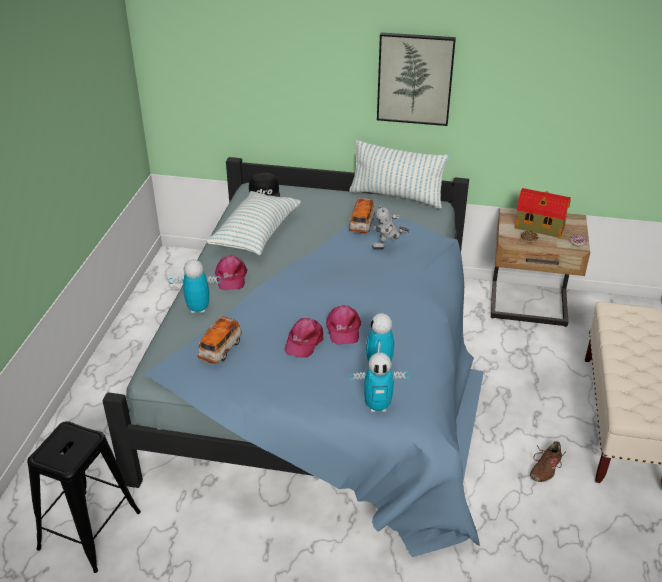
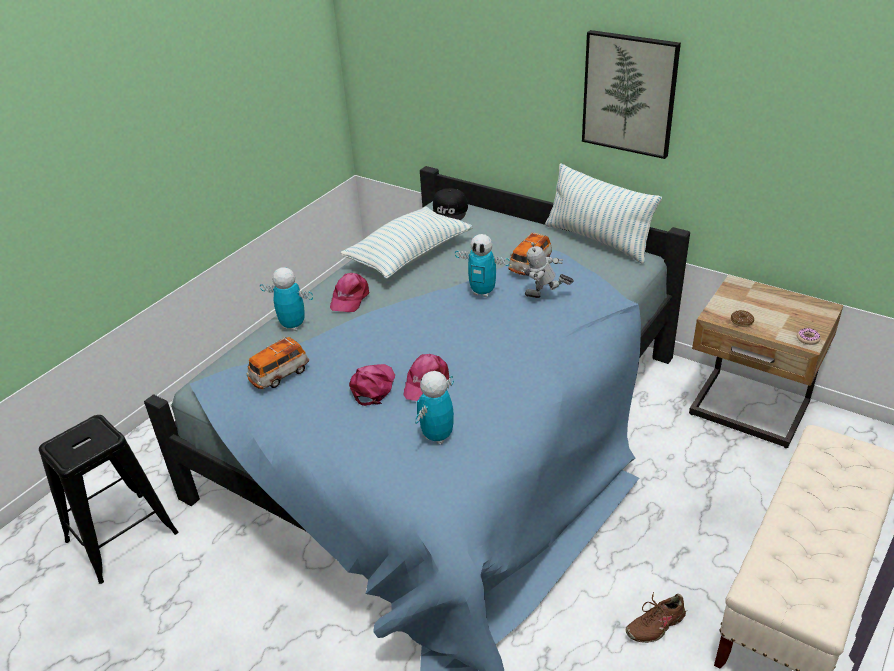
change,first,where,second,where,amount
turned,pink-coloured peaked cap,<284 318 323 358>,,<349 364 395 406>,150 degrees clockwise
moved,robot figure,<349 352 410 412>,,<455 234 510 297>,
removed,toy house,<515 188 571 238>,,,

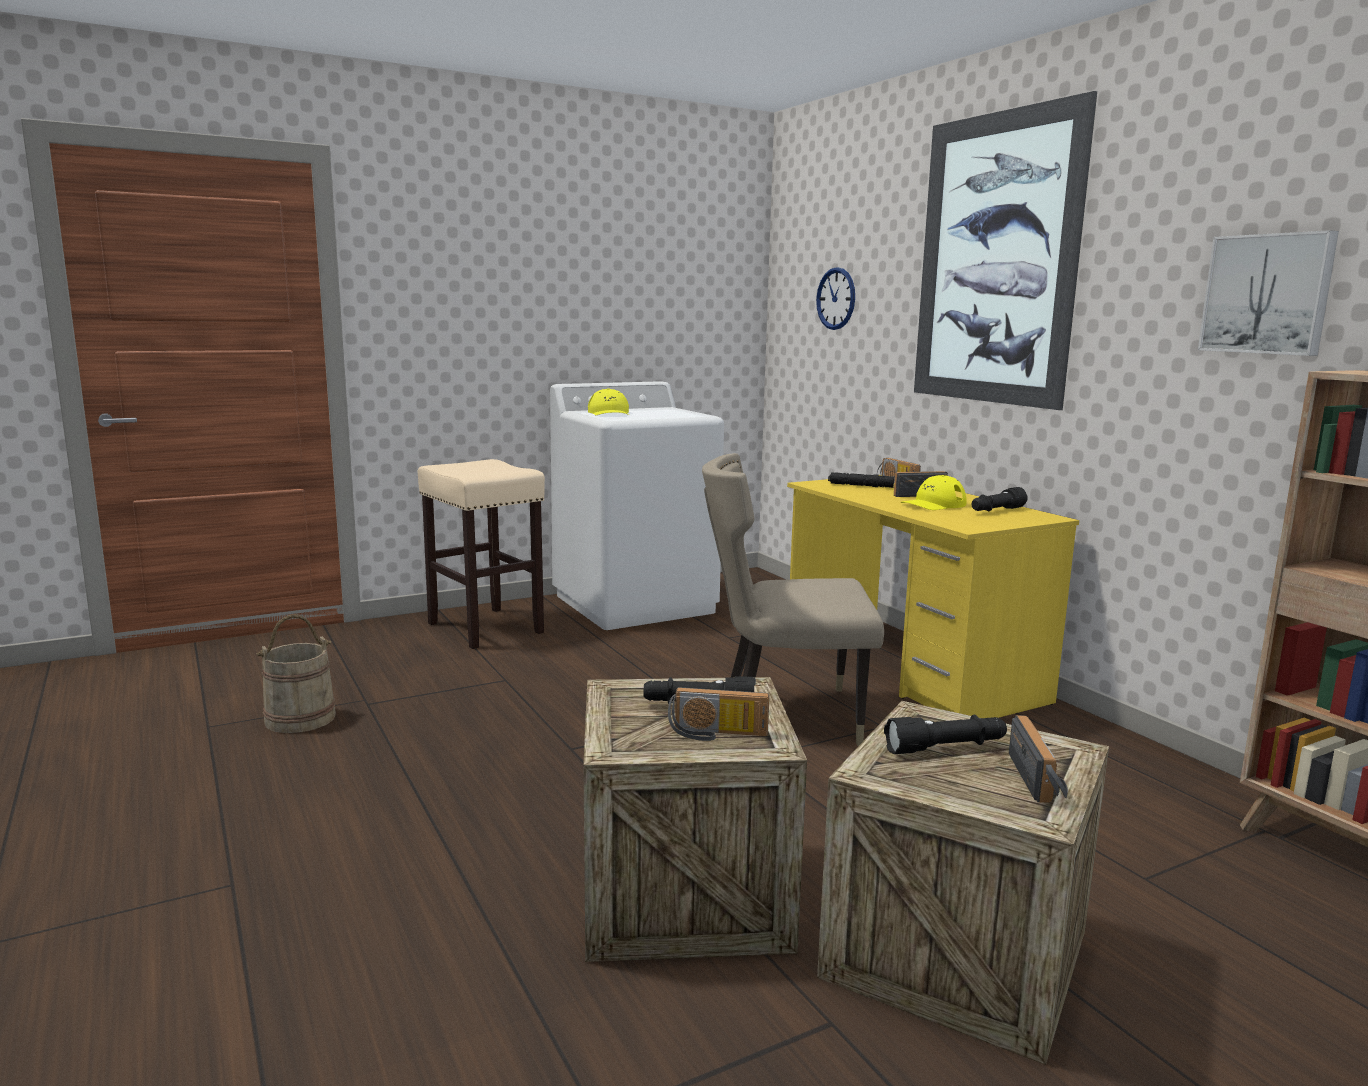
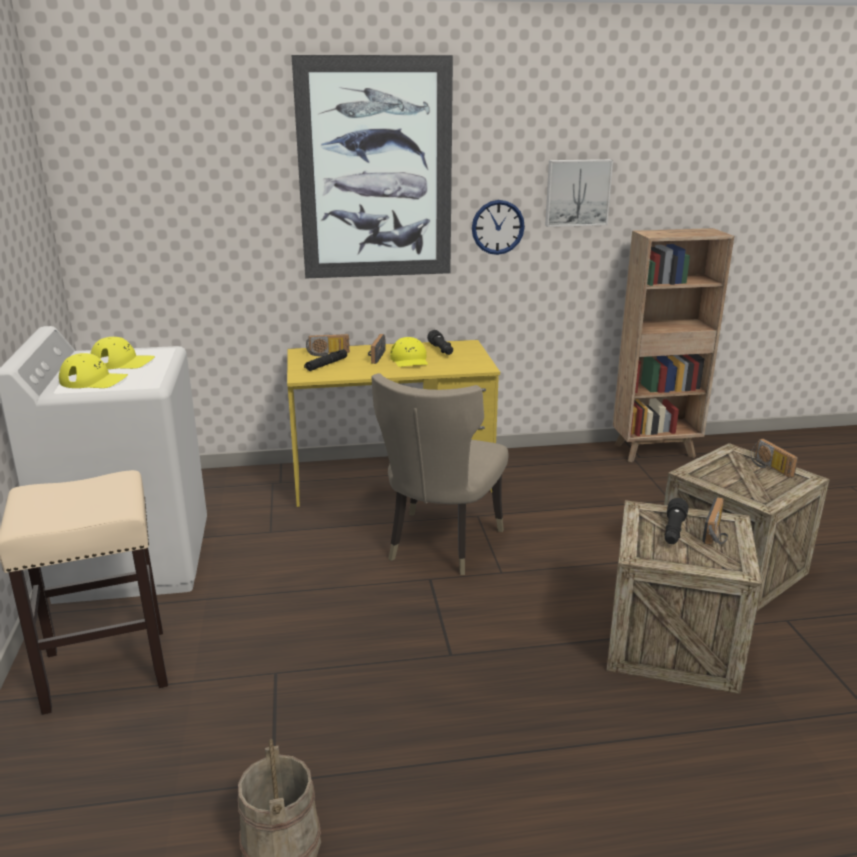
change,first,where,second,where,amount
added,,,yellowish peaked cap,<90 337 155 369>,
moved,hanging clock,<816 267 855 330>,,<472 200 525 255>,
turned,radio receiver,<1009 715 1068 803>,,<751 439 798 478>,135 degrees counterclockwise
removed,black torch,<884 715 1007 754>,,,

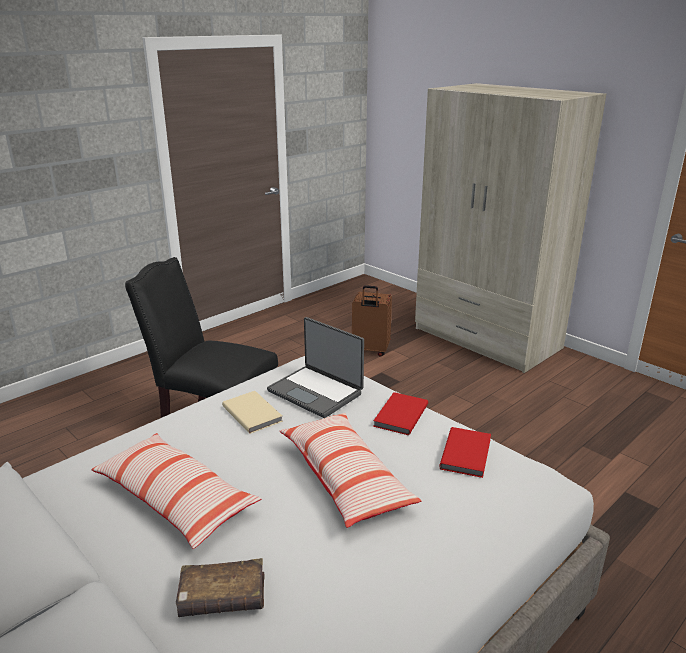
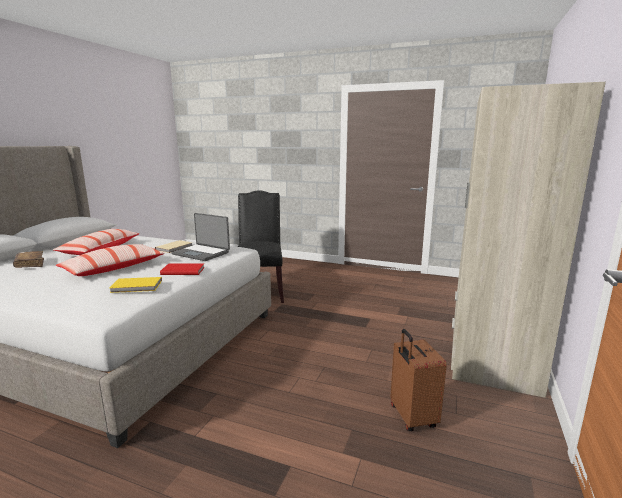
change,first,where,second,where,amount
recoloured,red-coloured book,<439 427 491 478>,yellowish book,<110 277 162 293>,
turned,laptop,<267 317 364 418>,,<172 213 230 261>,75 degrees counterclockwise
moved,brown-coloured suitcase,<352 285 392 357>,,<390 329 447 431>,

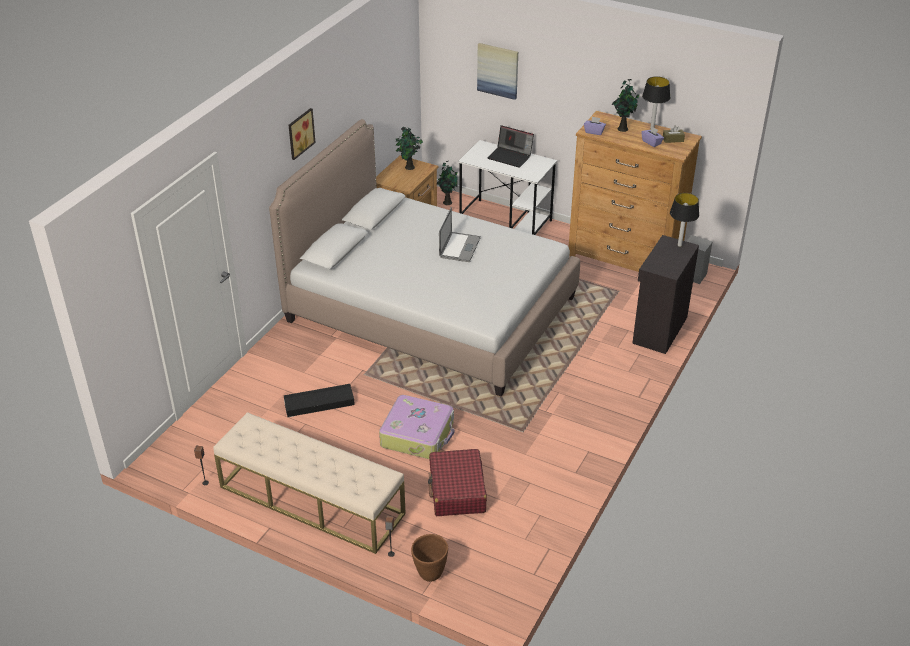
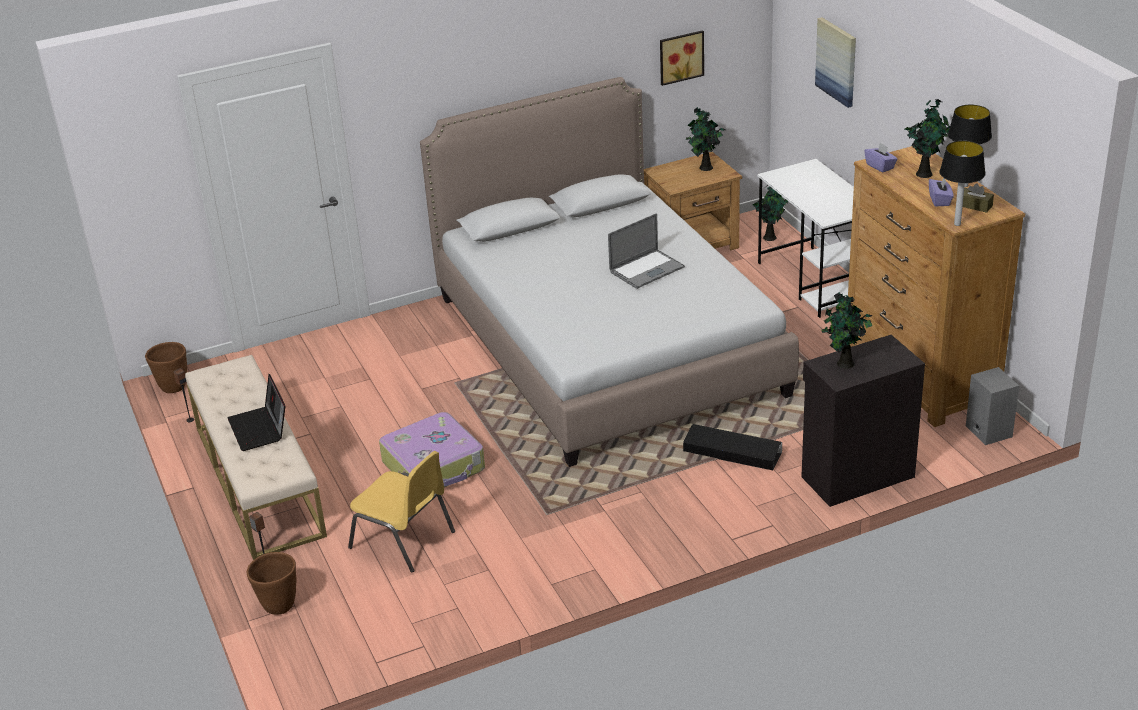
change,first,where,second,where,amount
added,,,brown-coloured plant pot,<145 342 187 393>,
moved,laptop,<487 125 534 168>,,<227 374 285 451>,
replaced,red-coloured suitcase,<428 449 487 516>,yellowish plain chair,<348 451 455 572>,
moved,picture,<288 108 316 160>,,<660 30 704 86>,
moved,black storage box,<283 384 355 417>,,<683 424 782 470>,
added,,,plant in a pot,<821 292 872 369>,
moved,table lamp,<670 193 699 247>,,<939 141 986 226>,

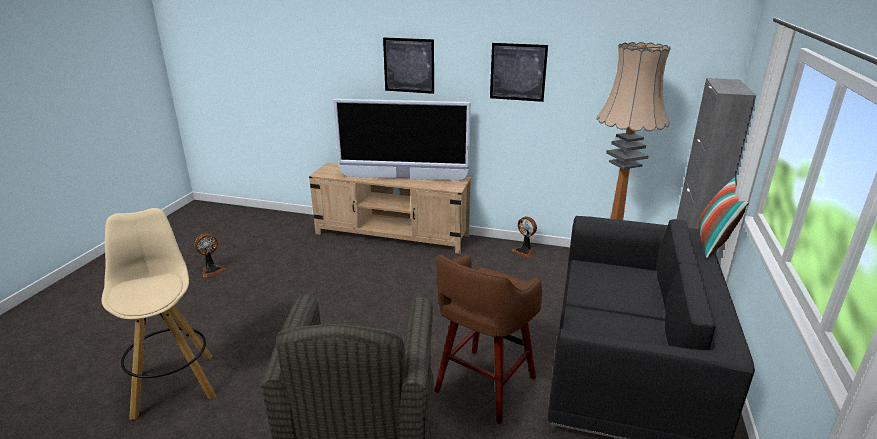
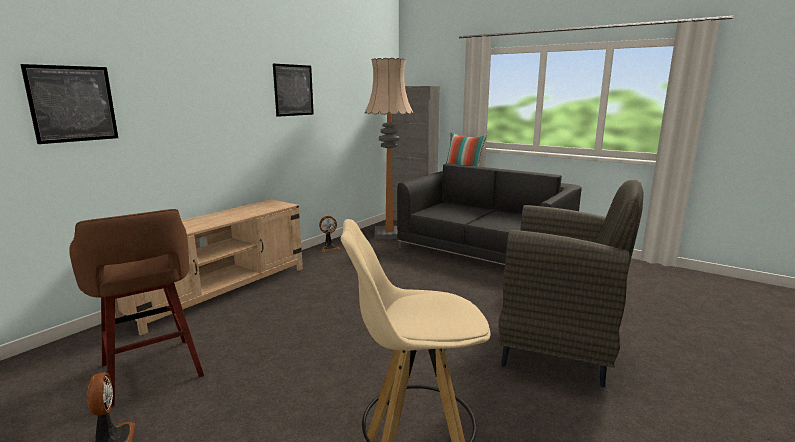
change,first,where,second,where,amount
moved,picture,<383 37 434 94>,,<20 64 118 144>,
moved,brown-coloured stool seat,<434 254 543 424>,,<69 209 204 407>,
removed,TV,<333 99 471 181>,,,

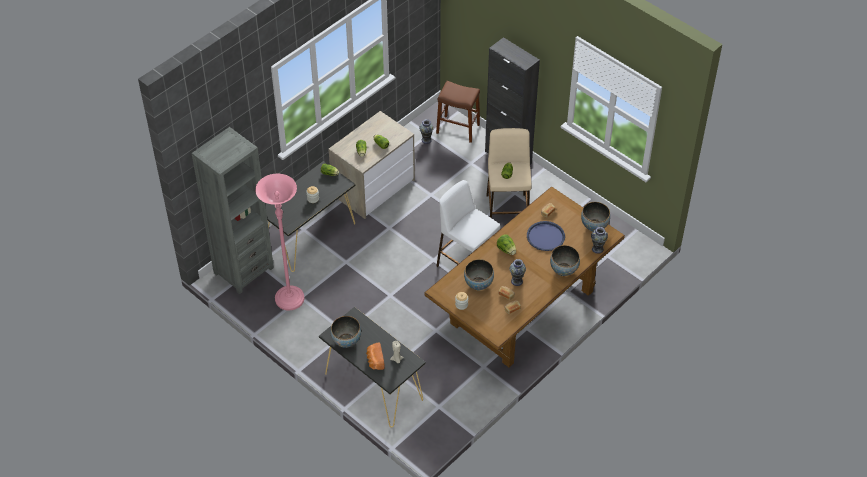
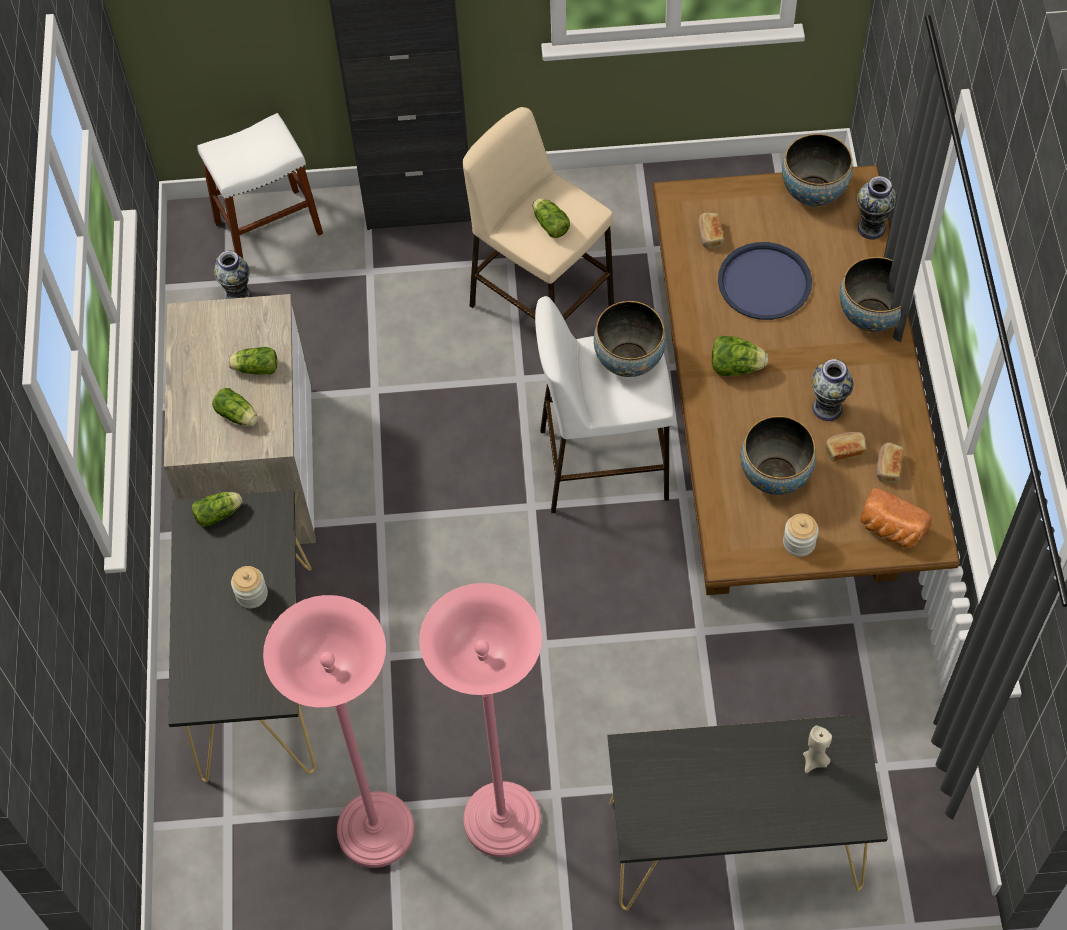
change,first,where,second,where,amount
recoloured,brown-coloured stool seat,<436 81 480 143>,white-coloured stool seat,<197 113 323 258>,
added,,,pink-coloured standard lamp,<419 583 542 858>,
moved,deep dish,<330 316 361 348>,,<594 301 666 377>,
moved,bread,<366 343 385 370>,,<861 488 932 548>,
removed,grey shelving unit,<191 127 274 294>,,,

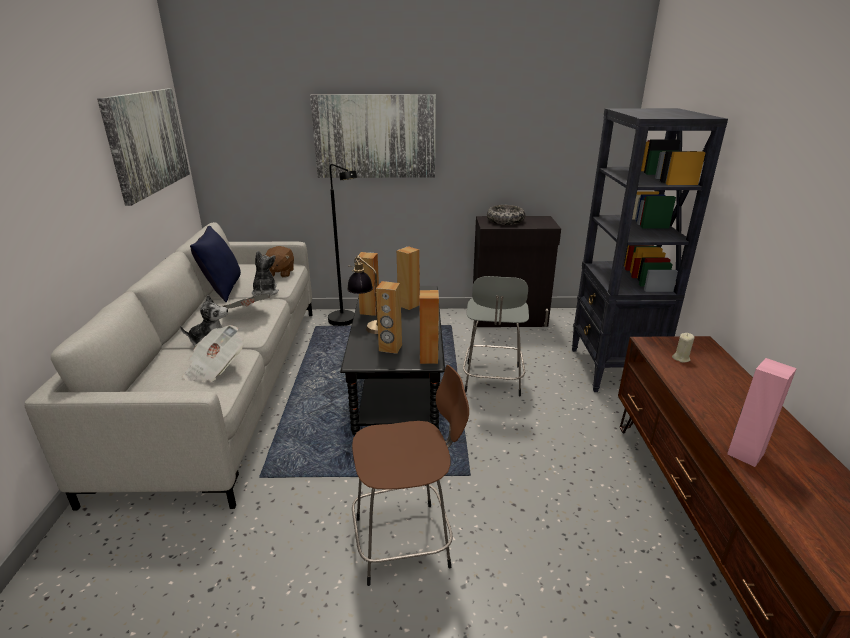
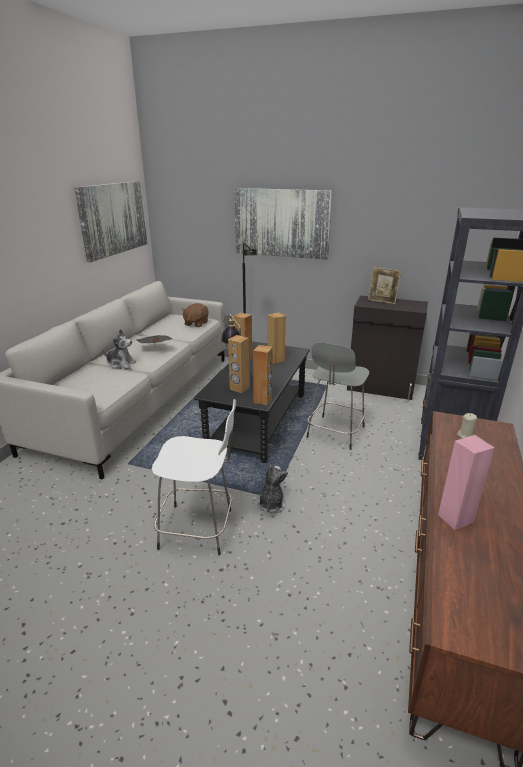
change,first,where,second,where,amount
recoloured,brown-coloured stool seat,<352 365 469 586>,white-coloured stool seat,<152 399 236 555>,
moved,plush toy,<252 251 279 296>,,<257 464 288 513>,
replaced,deep dish,<487 205 525 225>,photo frame,<368 267 401 304>,
removed,newspaper,<183 325 244 382>,,,
removed,blue-coloured cushion,<190 226 241 302>,,,

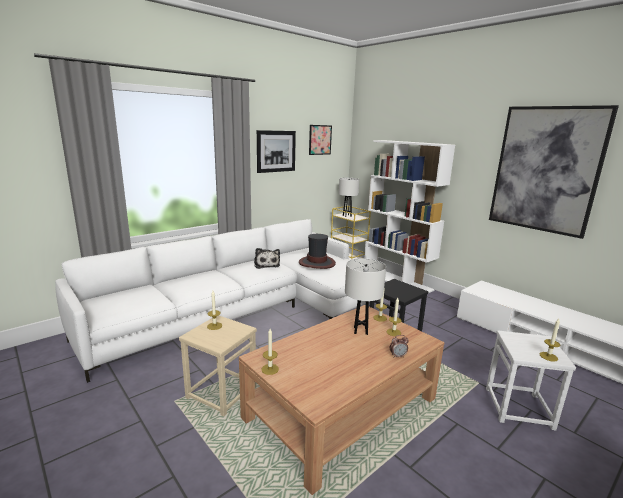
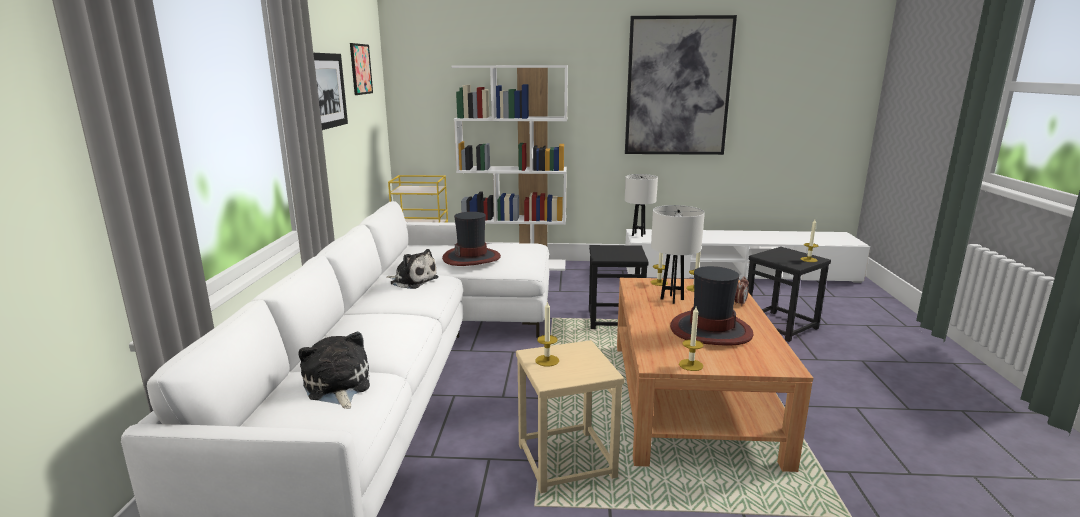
change,first,where,second,where,amount
added,,,plush toy,<298 332 370 409>,
moved,white-coloured table lamp,<339 178 360 217>,,<625 174 658 237>,
added,,,wearable hat,<670 266 753 345>,
recoloured,white-coloured stool seat,<486 330 576 430>,black stool seat,<748 247 831 342>,

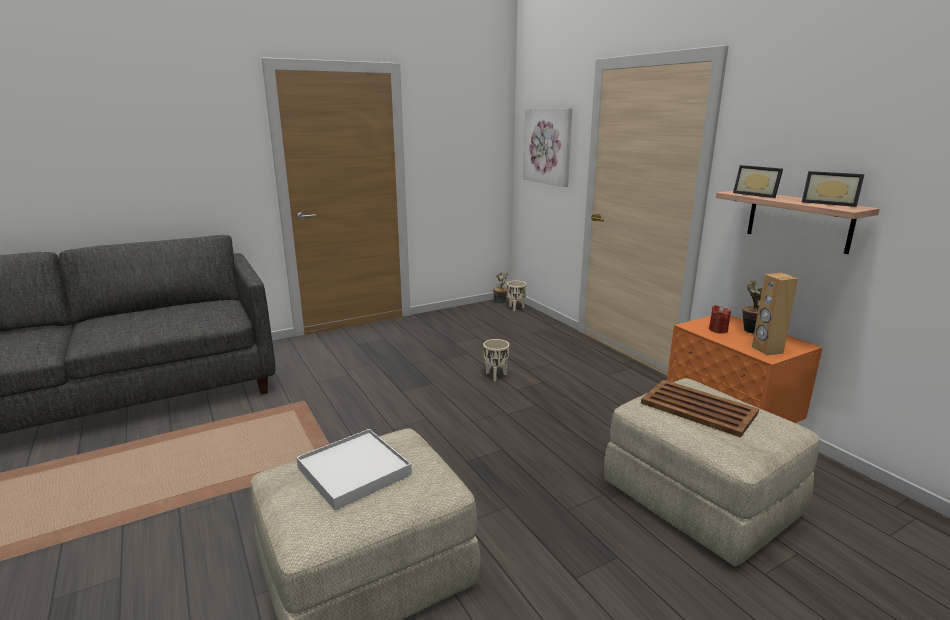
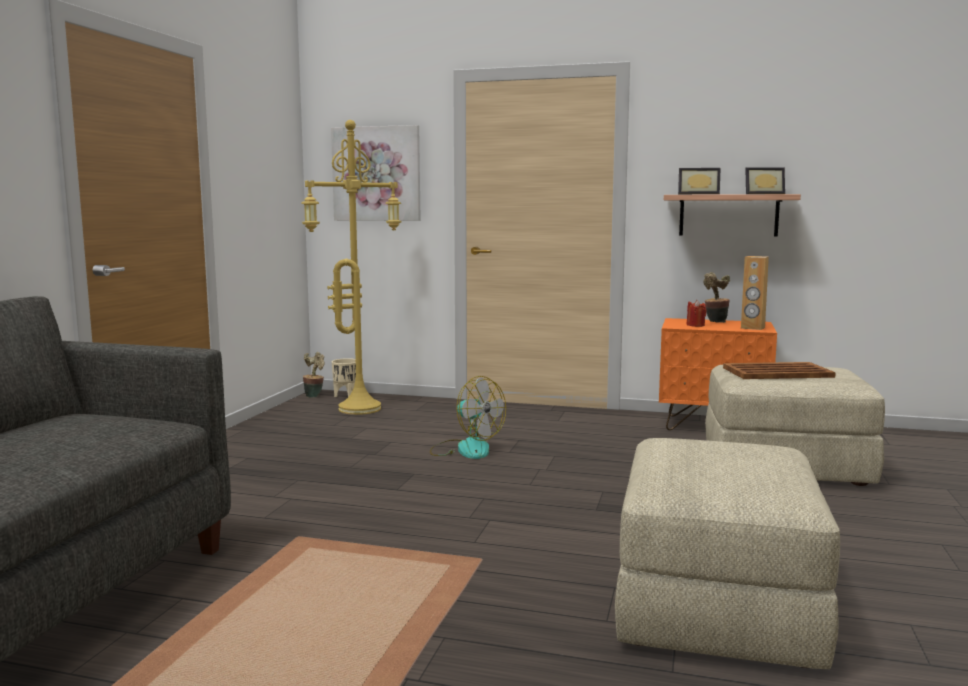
change,first,where,second,where,amount
added,,,yellowish standard lamp,<301 120 401 415>,
replaced,beige-coloured plant pot,<483 339 509 381>,fan,<430 376 506 459>,
removed,white-coloured tray,<296 429 412 510>,,,

